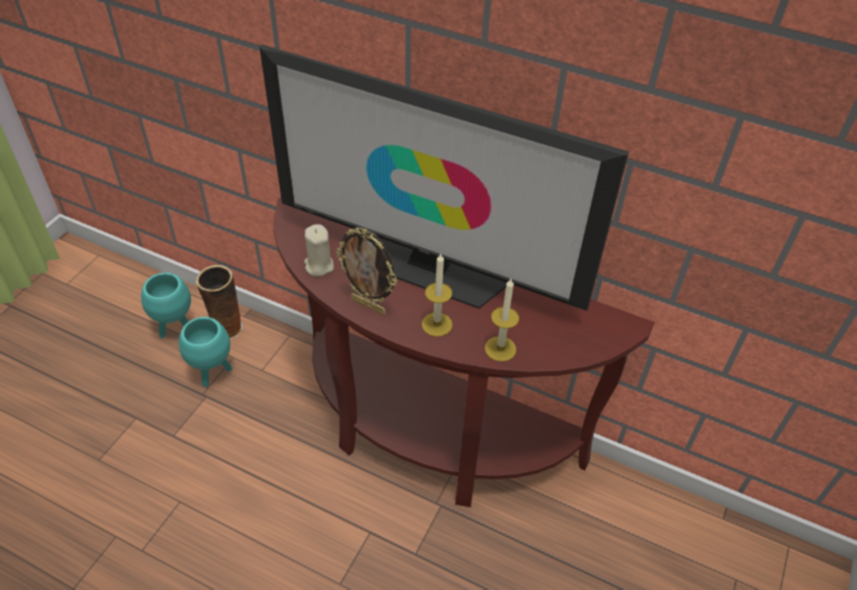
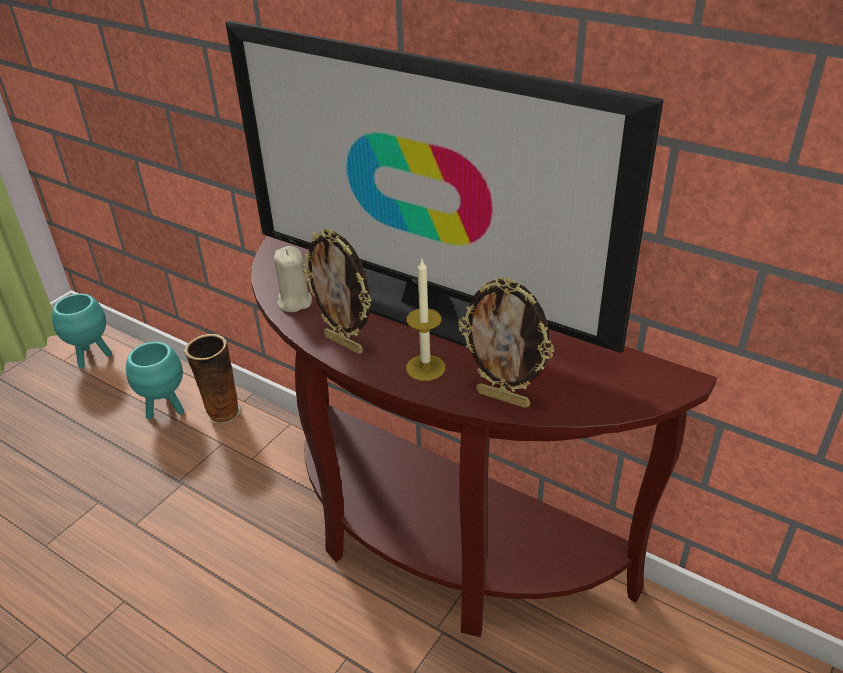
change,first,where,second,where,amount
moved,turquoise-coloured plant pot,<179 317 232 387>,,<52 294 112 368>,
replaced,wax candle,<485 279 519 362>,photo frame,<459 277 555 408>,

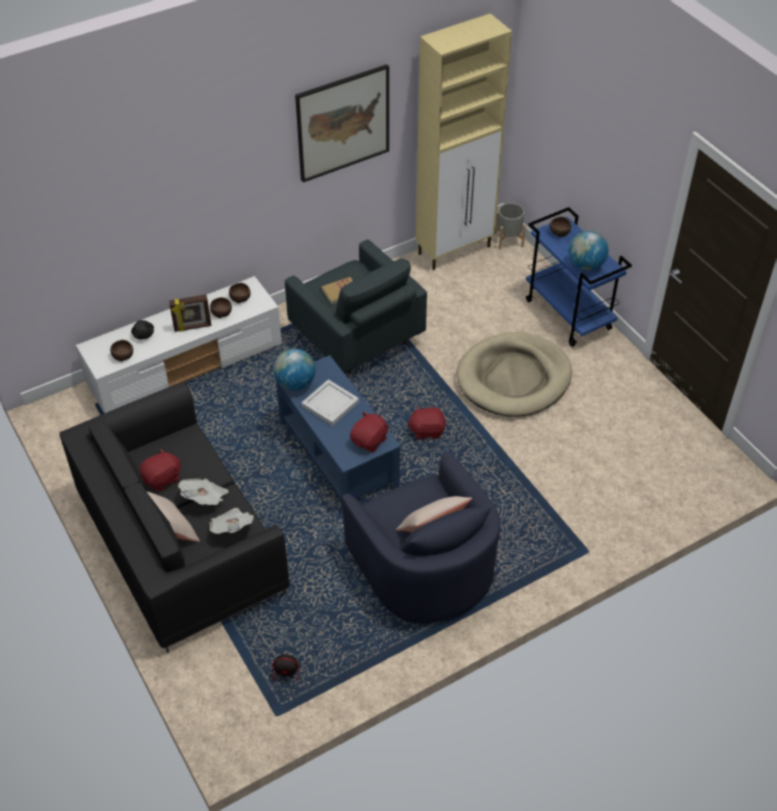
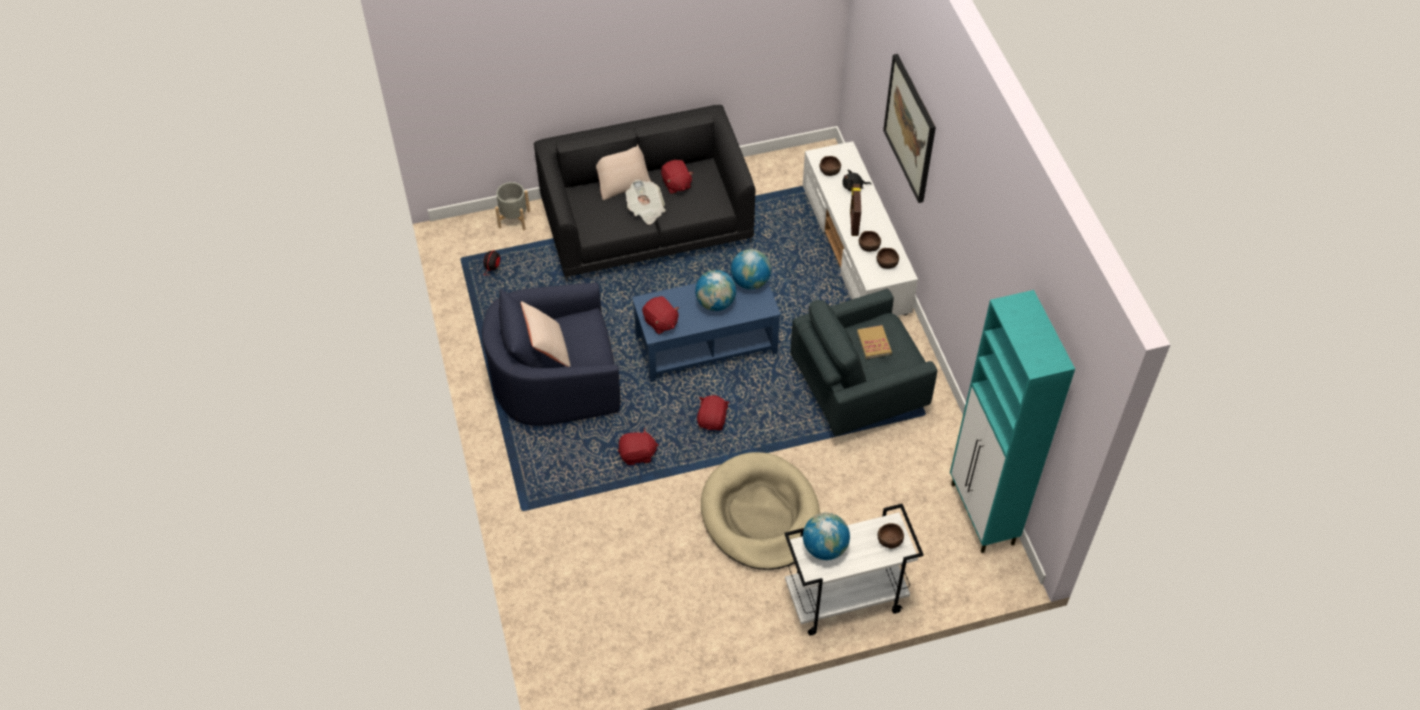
change,first,where,second,where,amount
moved,grey plant pot,<495 203 526 249>,,<495 182 530 230>,
added,,,red-coloured plush toy,<618 429 659 465>,
replaced,white-coloured tray,<301 379 359 426>,desk globe,<695 270 736 311>,
recoloured,blue-coloured cart,<526 207 632 347>,white-coloured cart,<784 504 924 635>,
moved,picture,<295 64 389 182>,,<883 54 936 203>,
recoloured,beige-coloured cupboard,<416 13 512 270>,turquoise-coloured cupboard,<950 290 1075 553>,
removed,newspaper,<210 508 254 534>,,,

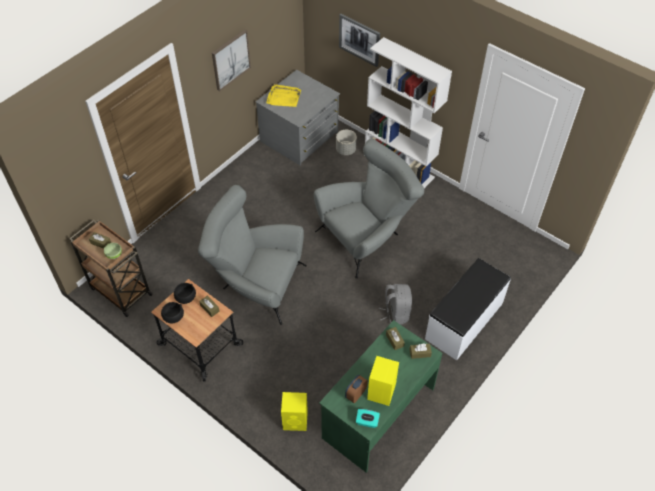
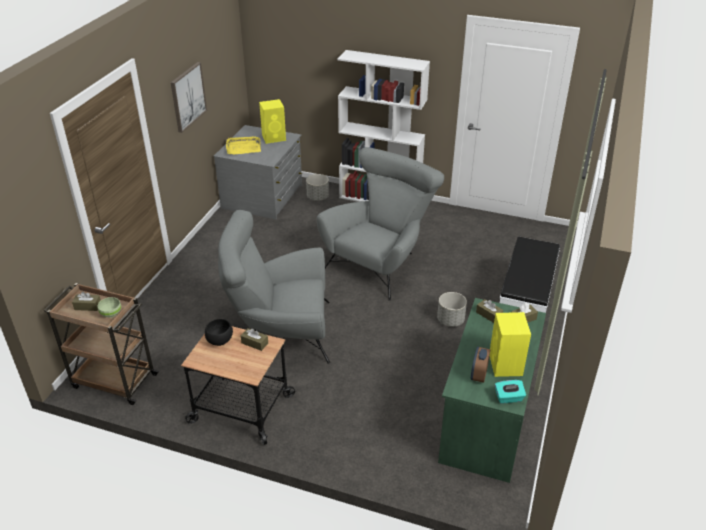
change,first,where,second,where,amount
moved,yellowish audio speaker,<281 392 308 431>,,<259 99 286 144>,
replaced,grey knapsack,<379 284 412 325>,grey plant pot,<437 292 467 327>,
removed,black deep dish,<161 302 184 323>,,,
removed,picture,<339 14 380 67>,,,

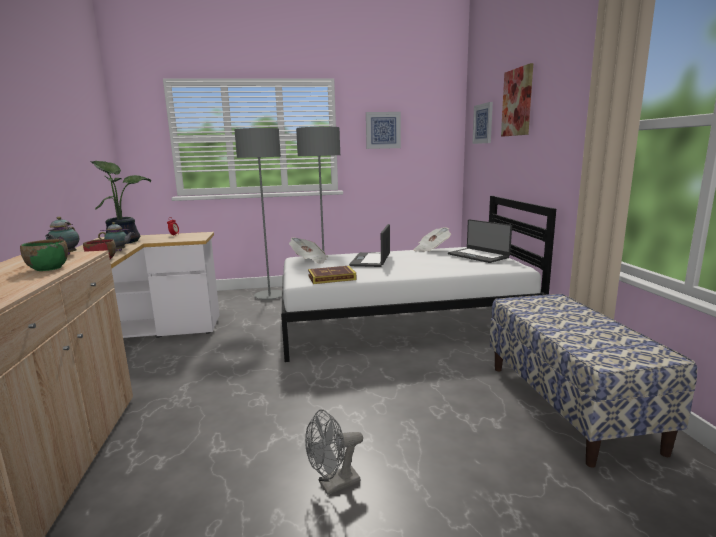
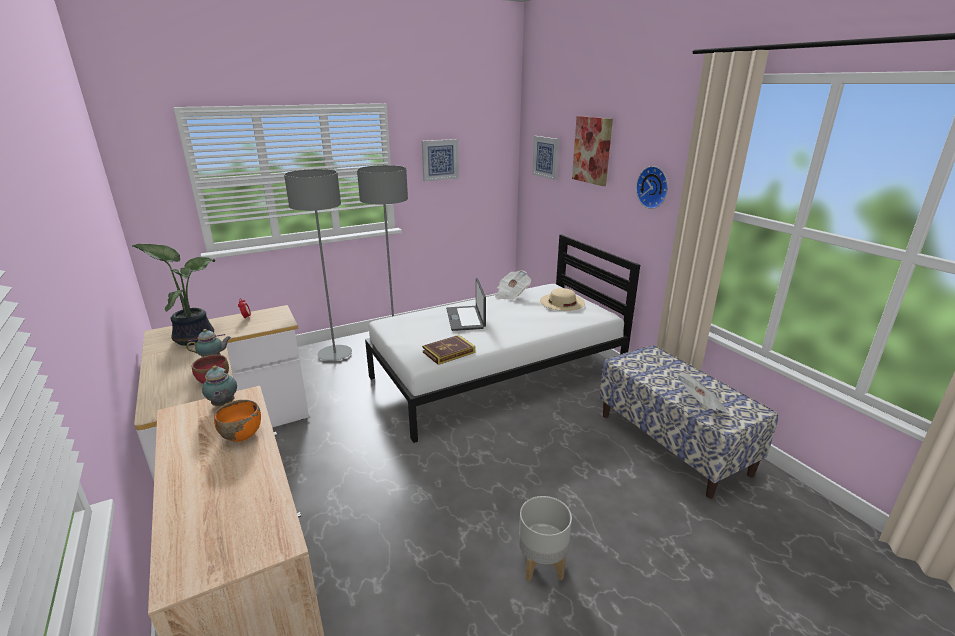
change,first,where,second,where,amount
recoloured,greenish deep dish,<20 239 68 271>,orange deep dish,<214 400 261 442>,
replaced,grey fan,<305 409 363 495>,grey plant pot,<519 496 572 582>,
replaced,laptop,<448 219 512 263>,beige-coloured wearable hat,<540 288 585 311>,
added,,,hanging clock,<636 166 668 209>,
moved,newspaper,<289 237 328 264>,,<675 373 730 413>,

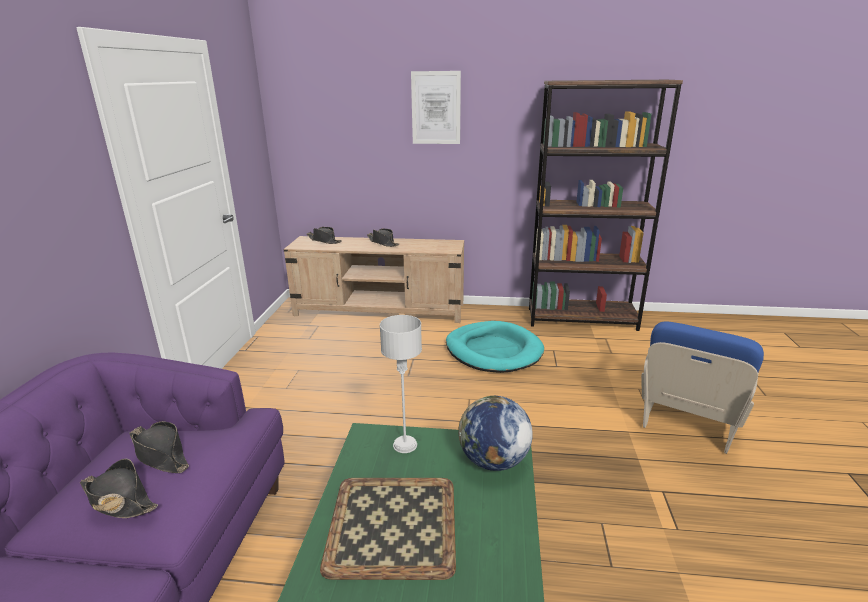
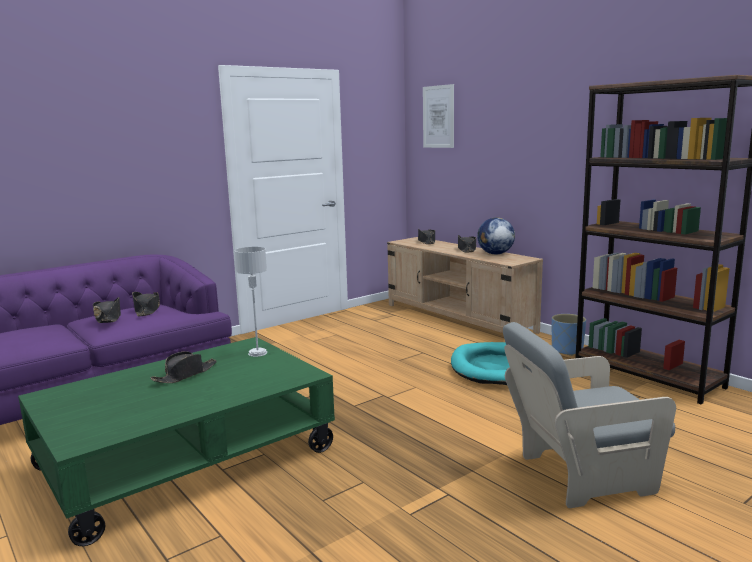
change,first,where,second,where,amount
replaced,tray,<320 478 456 580>,black wearable hat,<150 351 217 383>,
moved,picture,<411 71 461 144>,,<423 84 454 148>,
moved,desk globe,<458 396 533 471>,,<477 217 515 255>,
recoloured,blue-coloured lounge chair,<641 321 764 454>,grey lounge chair,<503 322 676 508>,
added,,,blue-coloured plant pot,<552 314 586 356>,

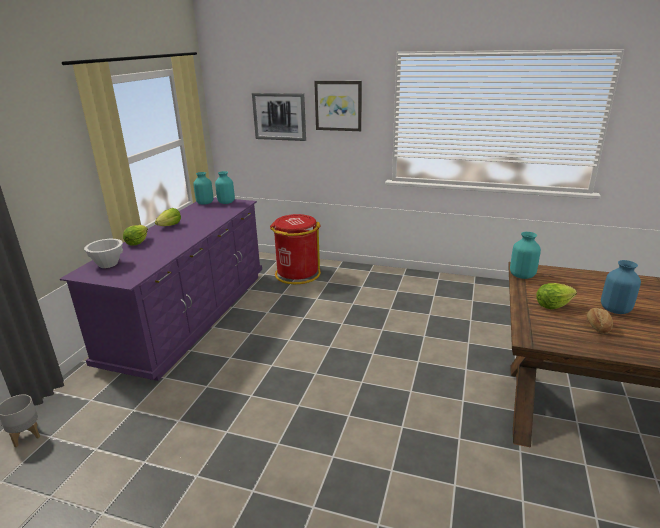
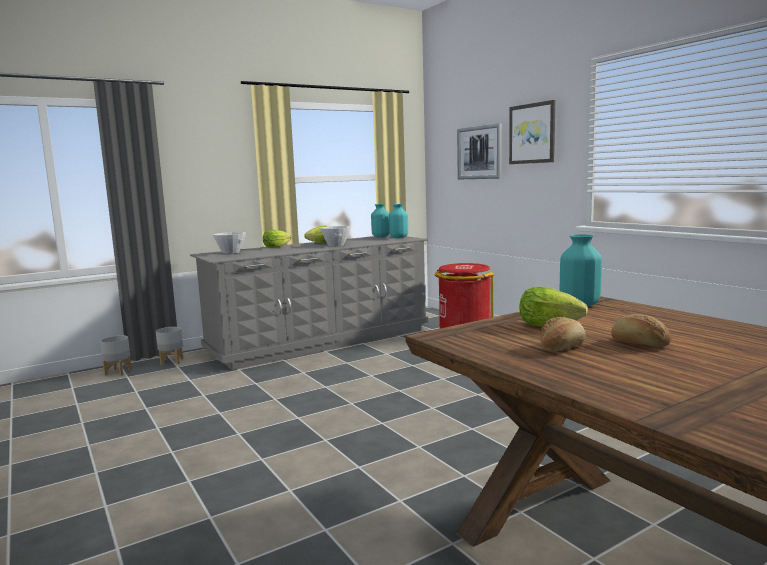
change,first,where,second,where,amount
added,,,grey plant pot,<156 327 183 365>,
recoloured,purplish chest of drawers,<60 197 262 381>,grey chest of drawers,<190 235 428 370>,
added,,,white-coloured deep dish,<320 226 350 246>,
replaced,blue-coloured flower vase,<601 260 641 314>,bread,<611 314 671 347>,

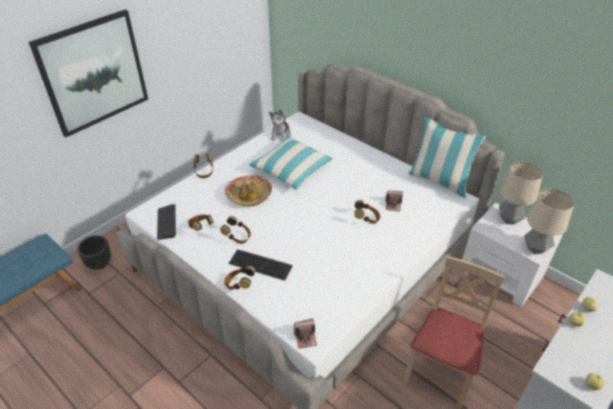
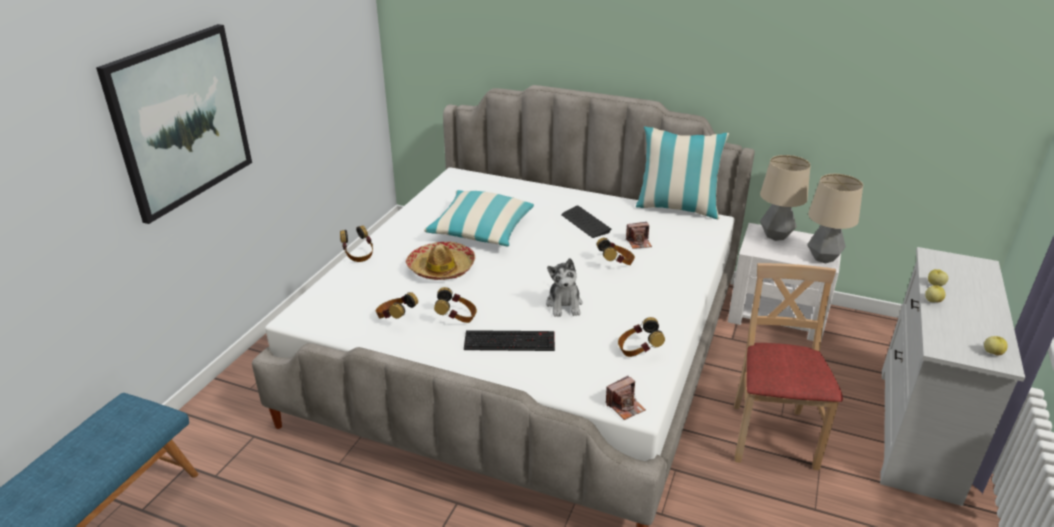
change,first,where,second,where,amount
moved,plush toy,<269 109 291 142>,,<546 258 583 317>,
moved,computer keyboard,<157 204 176 240>,,<561 205 611 238>,
moved,pair of headphones,<224 266 256 290>,,<618 317 665 357>,
removed,black plant pot,<77 235 111 270>,,,

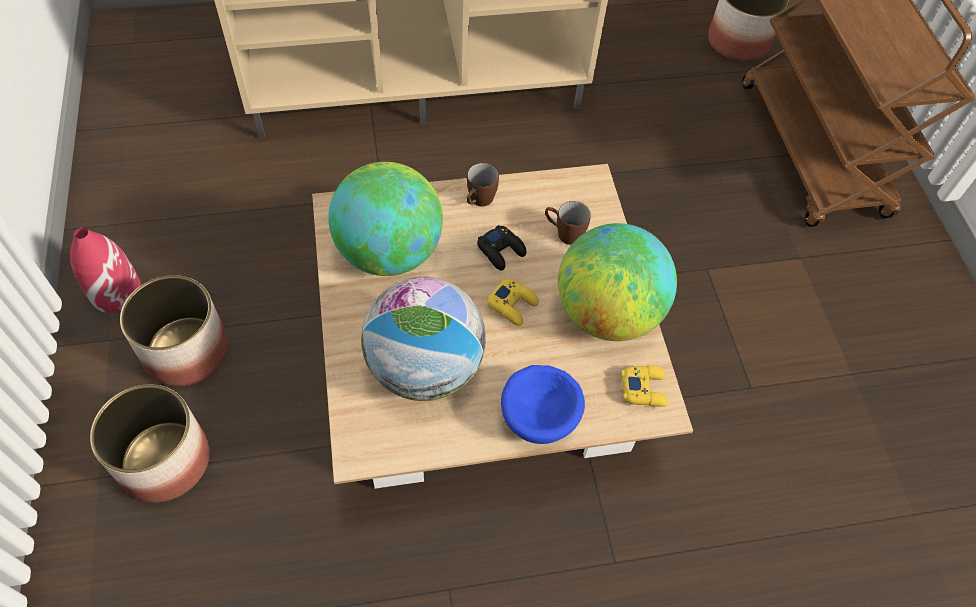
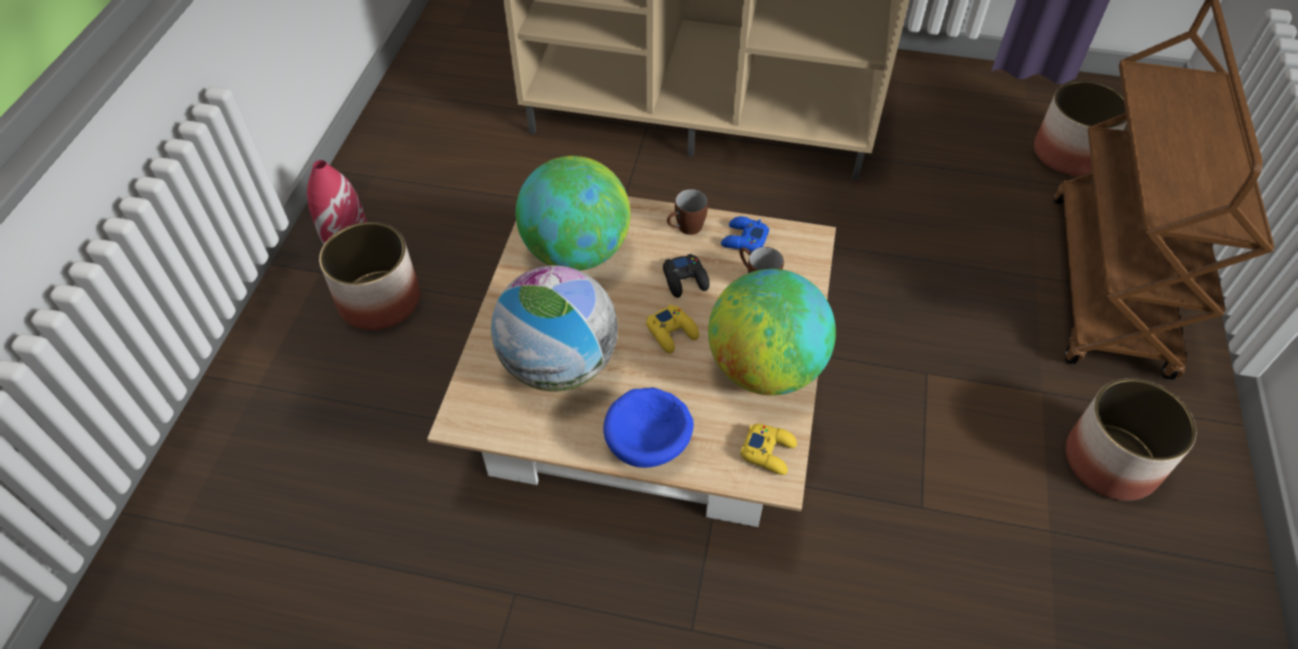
change,first,where,second,where,amount
added,,,blue-coloured joypad,<721 216 769 252>,
moved,plant pot,<90 384 210 502>,,<1065 378 1196 501>,

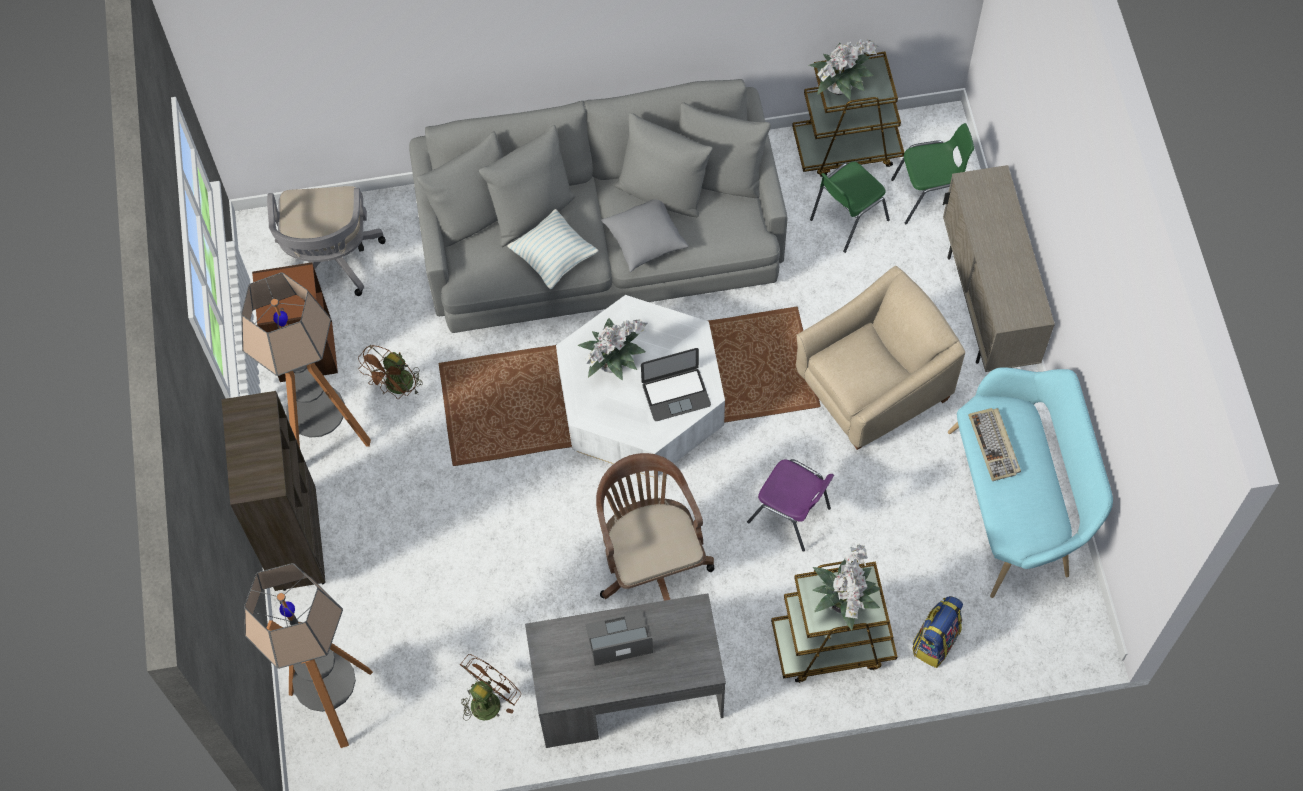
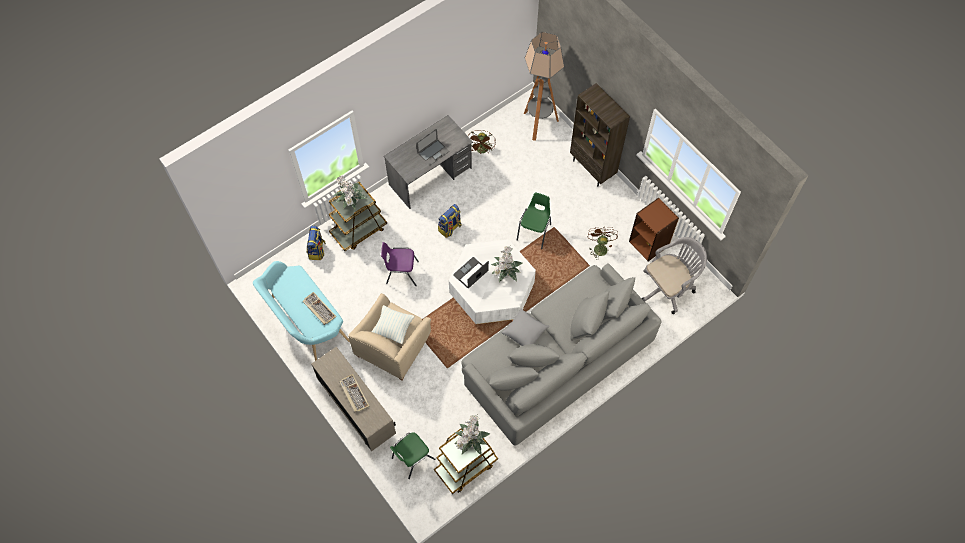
change,first,where,second,where,amount
added,,,computer keyboard,<339 374 369 412>,
moved,cushion,<507 209 599 289>,,<372 305 415 344>,
replaced,brown-coloured computer chair,<596 453 714 601>,knapsack,<438 204 461 238>,
moved,greenish plain chair,<810 162 890 253>,,<516 193 551 249>,
turned,grey computer chair,<267 186 386 296>,,<642 237 707 314>,90 degrees clockwise
removed,standard lamp,<241 272 371 448>,,,

